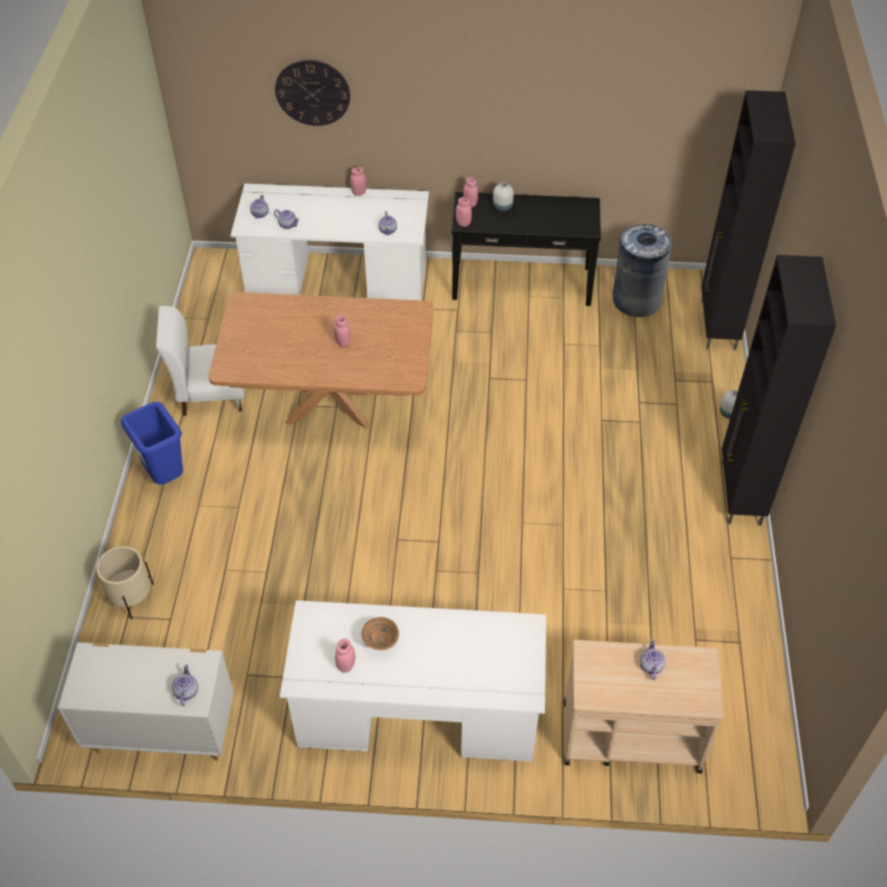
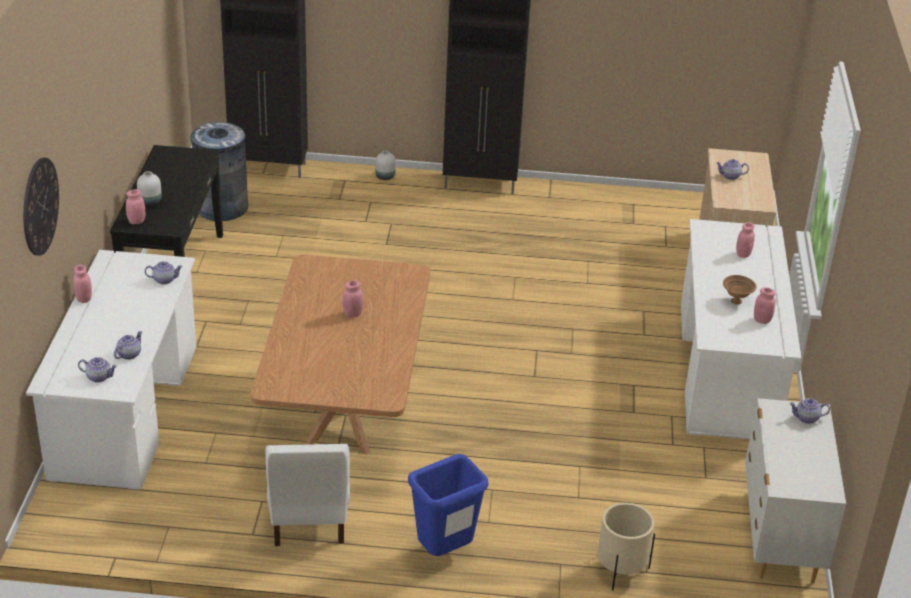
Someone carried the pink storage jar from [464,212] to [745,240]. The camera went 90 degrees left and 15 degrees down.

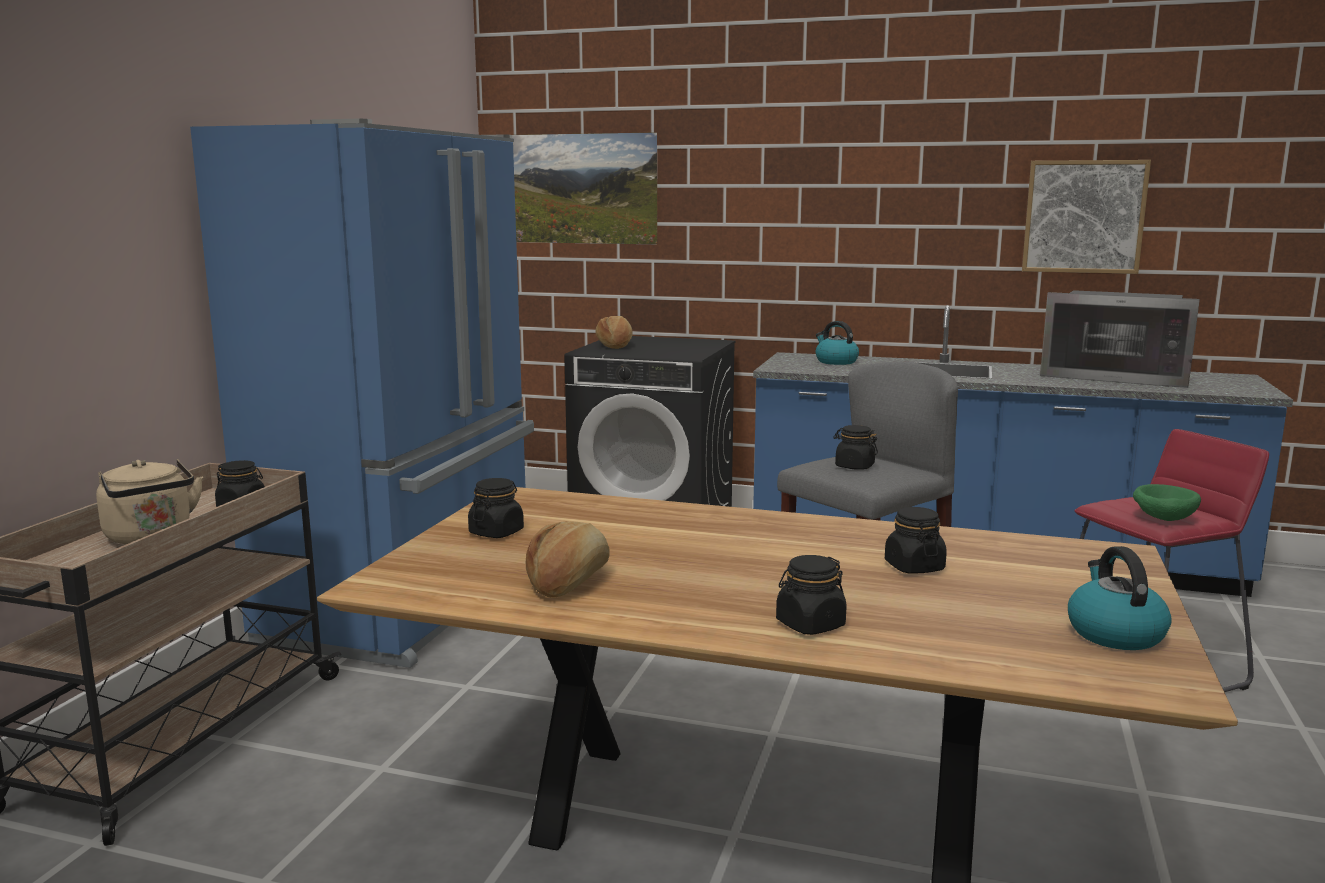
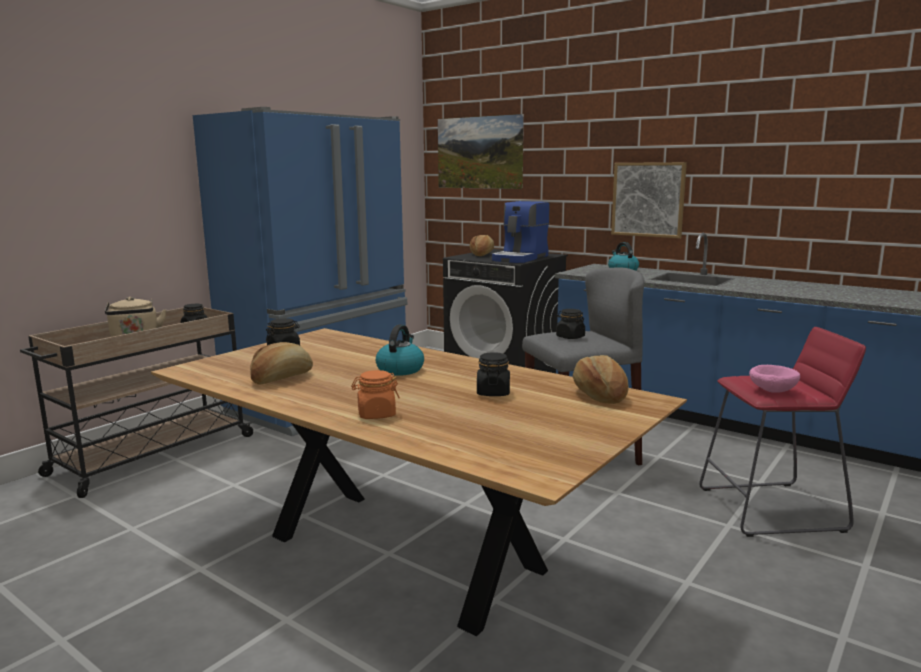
Someone repainted the black storage jar at [811,595], which became the orange-coloured storage jar at [375,394]. Someone carried the water kettle from [1120,598] to [400,350]. Someone put down the coffee brewer at [520,232]. Someone put down the bread at [601,379]. Someone carried the wall picture from [1086,217] to [649,200]. Someone repainted the greenish bowl at [1167,502], which became the pink bowl at [774,379]. Someone took away the kitchen microwave at [1120,339]. The camera went 20 degrees right and 0 degrees up.

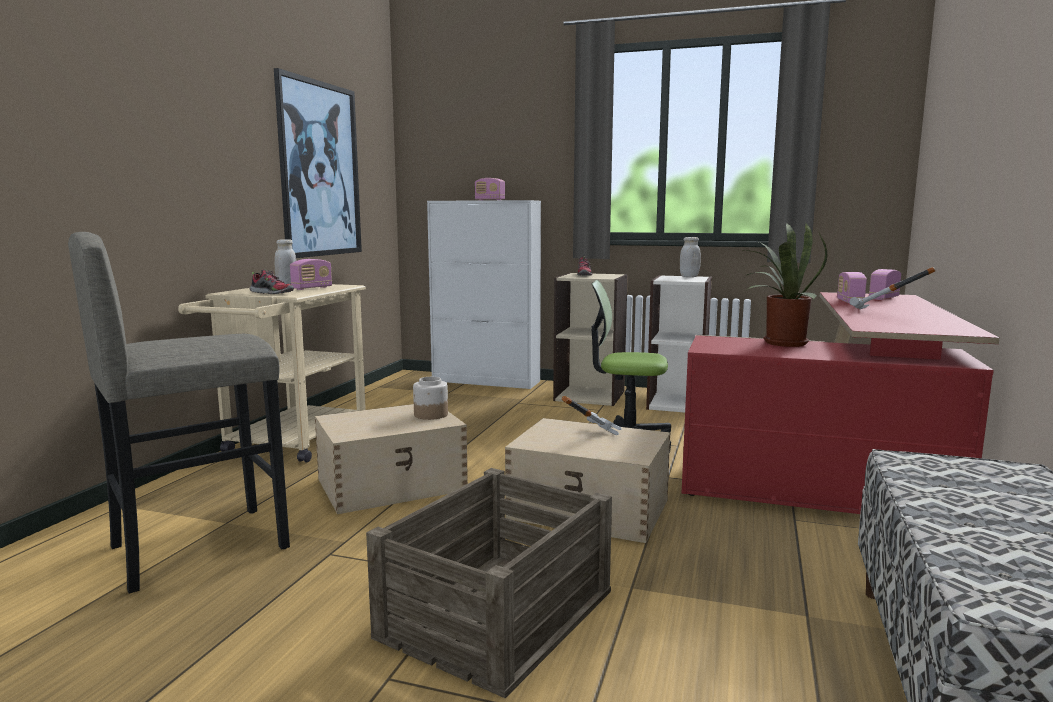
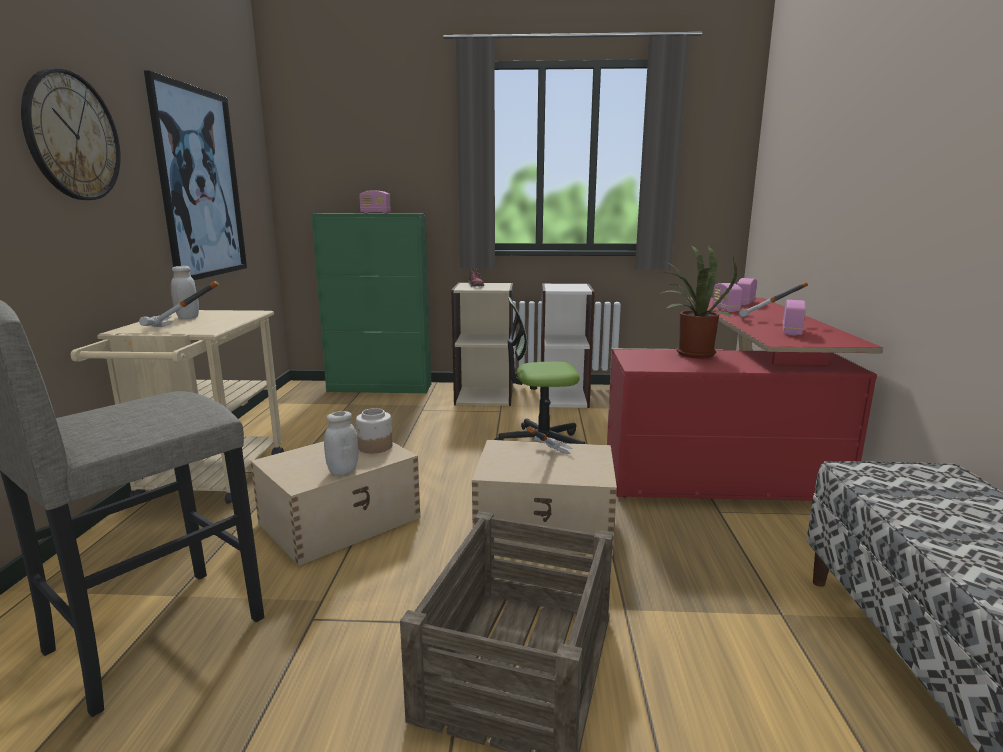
Someone put up the hanging clock at [71,134]. Someone swapped the item of footwear at [272,281] for the hand hammer at [179,304]. Someone repainted the white-coloured cupboard at [484,294], which became the greenish cupboard at [371,303]. Someone carried the white-coloured storage jar from [690,257] to [341,443]. Someone carried the radio from [311,274] to [794,317]. The camera went 15 degrees left and 5 degrees up.

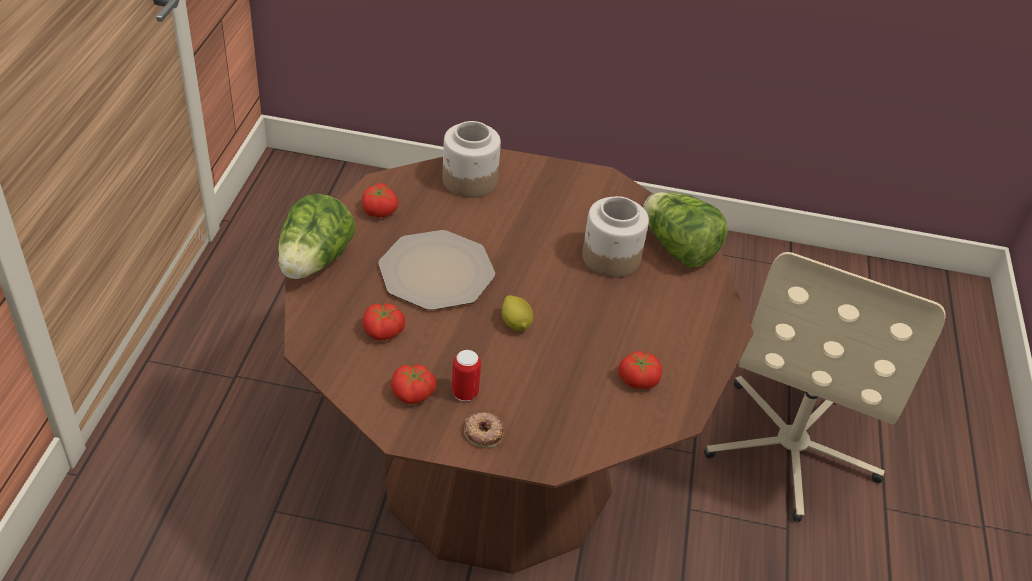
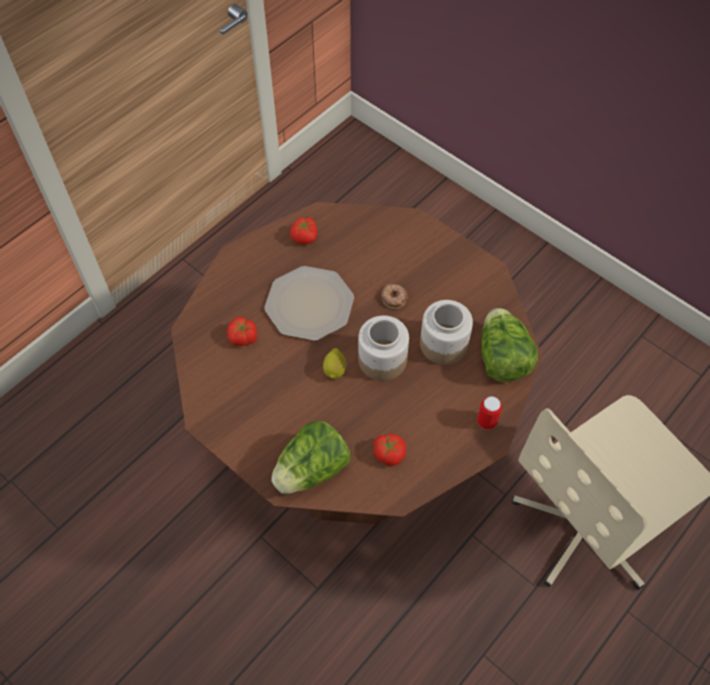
Someone carried the head of lettuce from [317,236] to [311,457]. Someone carried the storage jar from [471,159] to [383,348]. Someone carried the ring doughnut from [484,430] to [394,296]. Someone carried the can from [466,375] to [489,413]. Someone took away the fresh tomato at [413,384]. The camera went 35 degrees right and 15 degrees up.

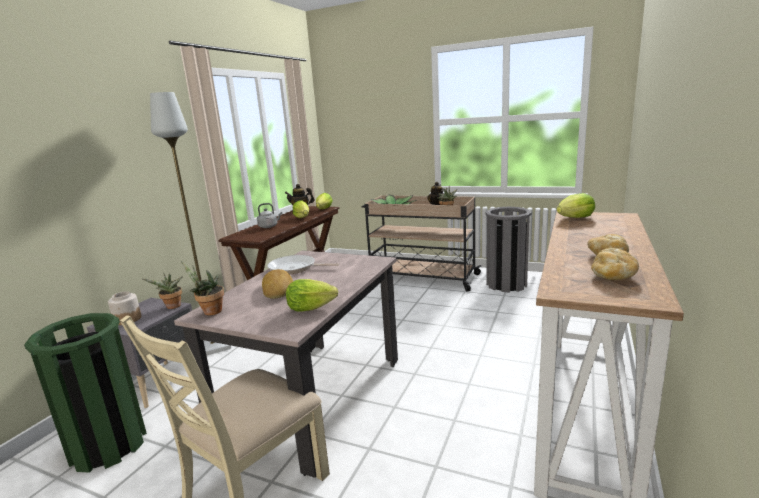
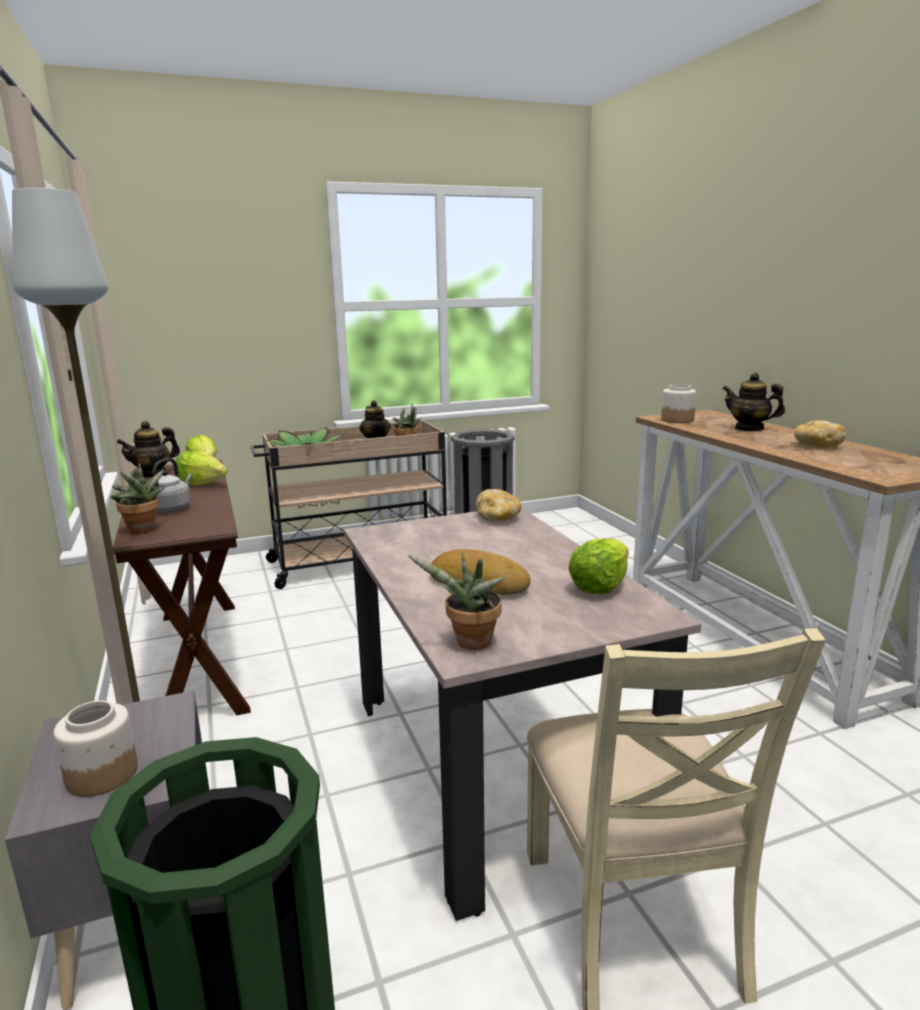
Someone carried the houseplant from [162,291] to [137,498]. Someone carried the bread from [615,264] to [499,505]. Someone swapped the head of lettuce at [576,205] for the storage jar at [678,403]. Someone put down the tea pot at [753,402]. Someone took away the skillet at [303,264]. The camera went 45 degrees left and 0 degrees up.

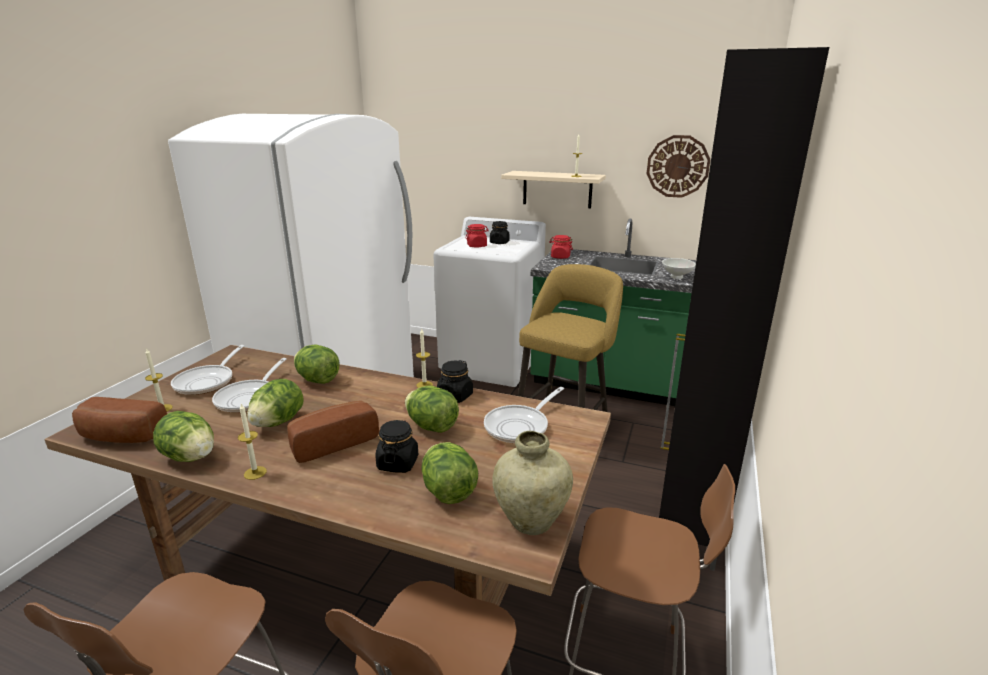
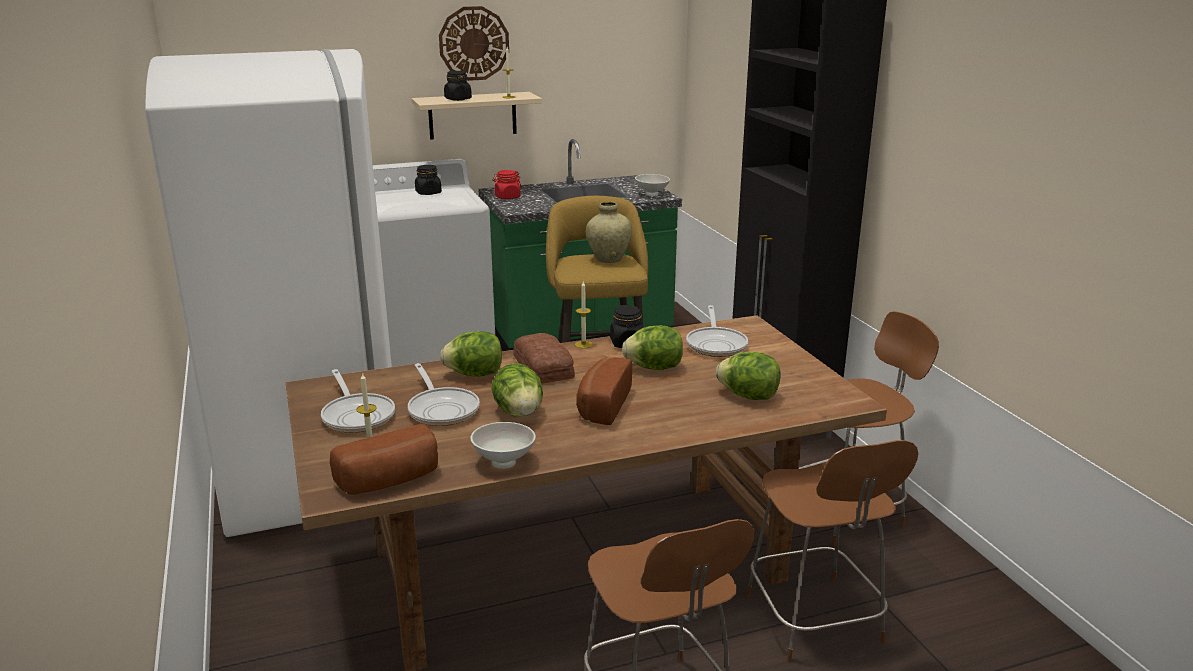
Someone carried the hanging clock from [679,166] to [474,43]. Someone carried the black storage jar from [396,446] to [458,86]. Someone swapped the head of lettuce at [183,436] for the white-coloured bowl at [503,445]. Someone put down the bread at [544,358]. Someone carried the beige flower vase from [532,483] to [609,232]. Someone took away the wax light at [252,442]. Someone took away the red-coloured storage jar at [477,236]. The camera went 40 degrees left and 0 degrees up.

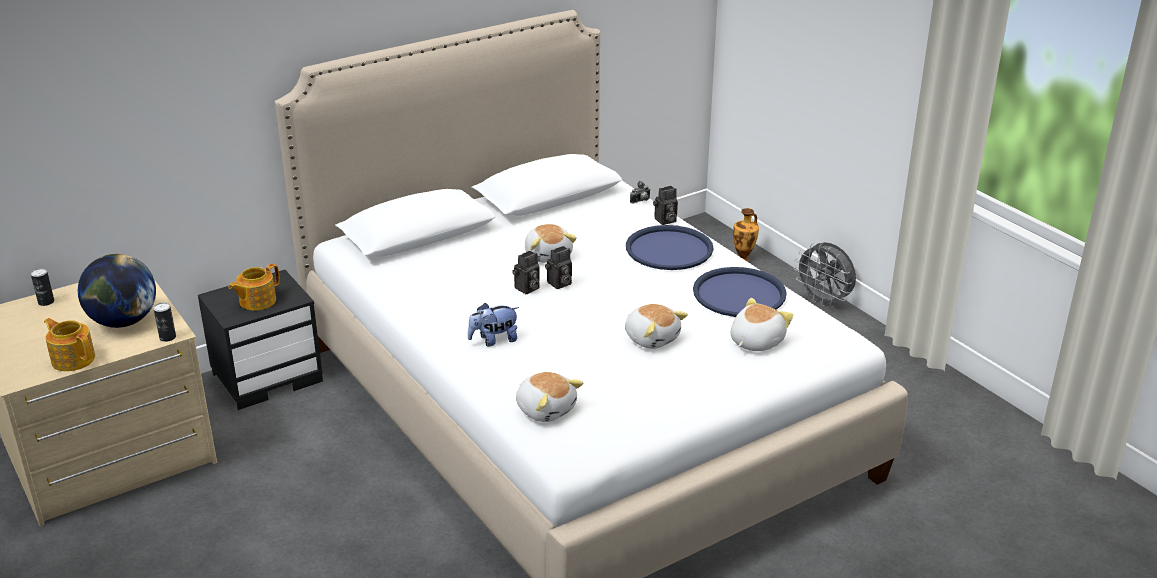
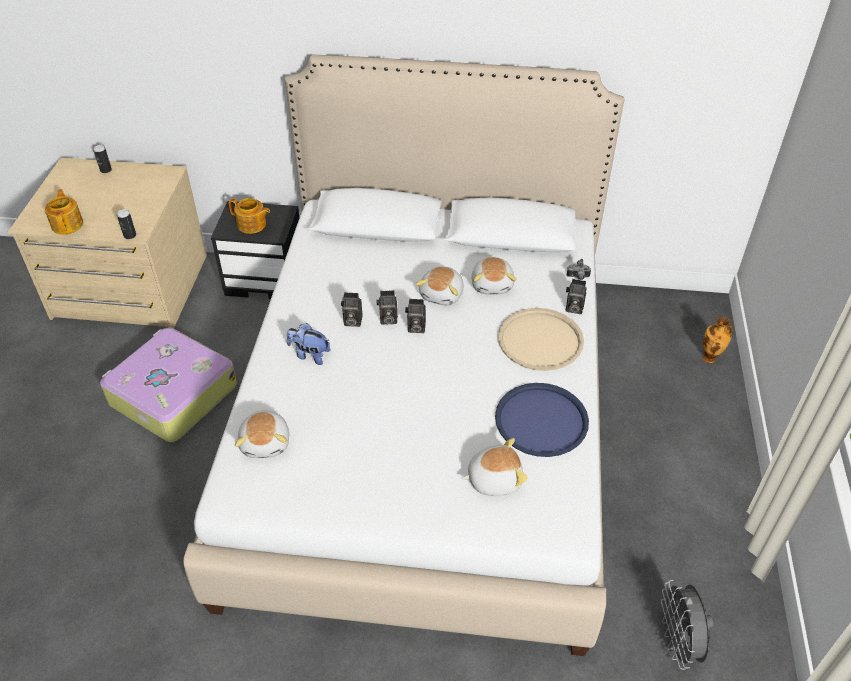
Someone put down the piece of luggage at [168,385]. Someone rotated the tea pot at [254,287] by 150 degrees counterclockwise. Someone put down the still camera at [352,309]. Someone carried the cuddly toy from [656,326] to [493,276]. Someone repainted the blue-coloured tray at [669,247], which became the beige tray at [541,339]. Someone carried the grey electric fan from [825,275] to [687,625]. Someone took away the desk globe at [117,291]. The camera went 40 degrees right and 15 degrees up.

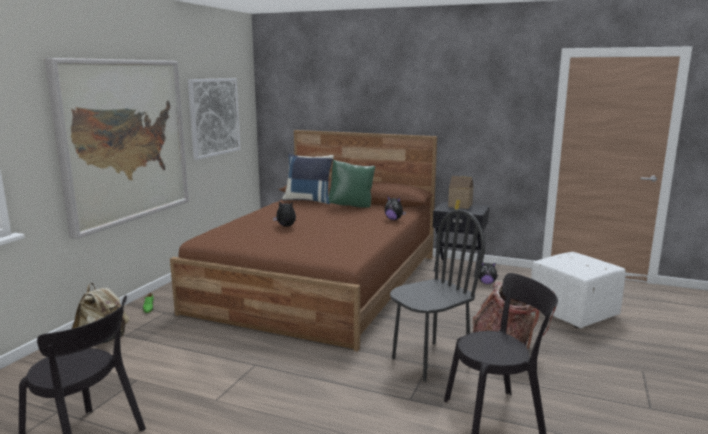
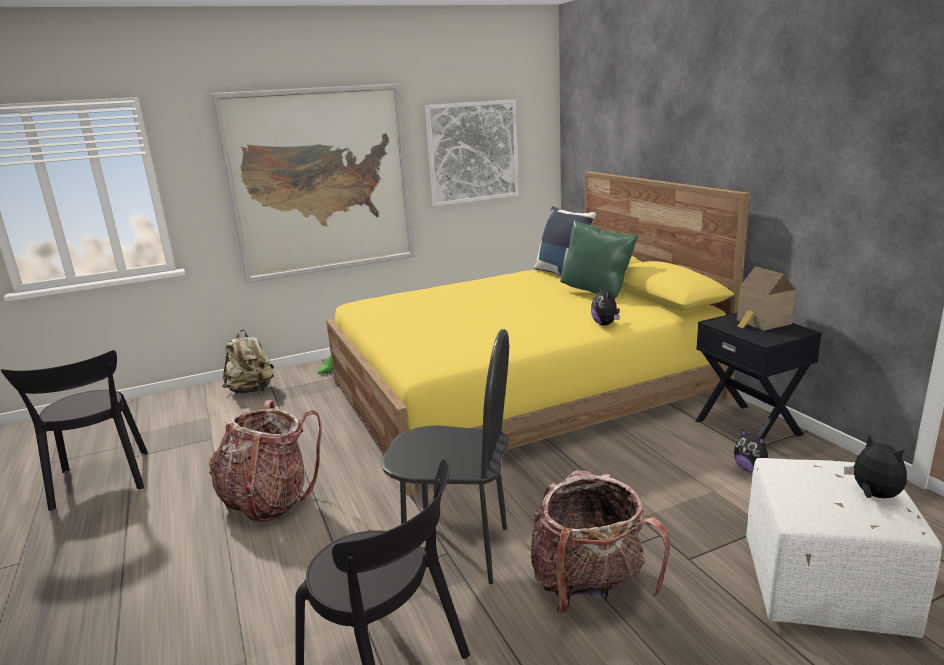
Someone put down the backpack at [265,462]. Someone repainted the brown bedroom bed at [303,241], which became the yellow bedroom bed at [538,333]. Someone carried the cuddly toy from [284,214] to [875,466]. The camera went 45 degrees right and 5 degrees up.

